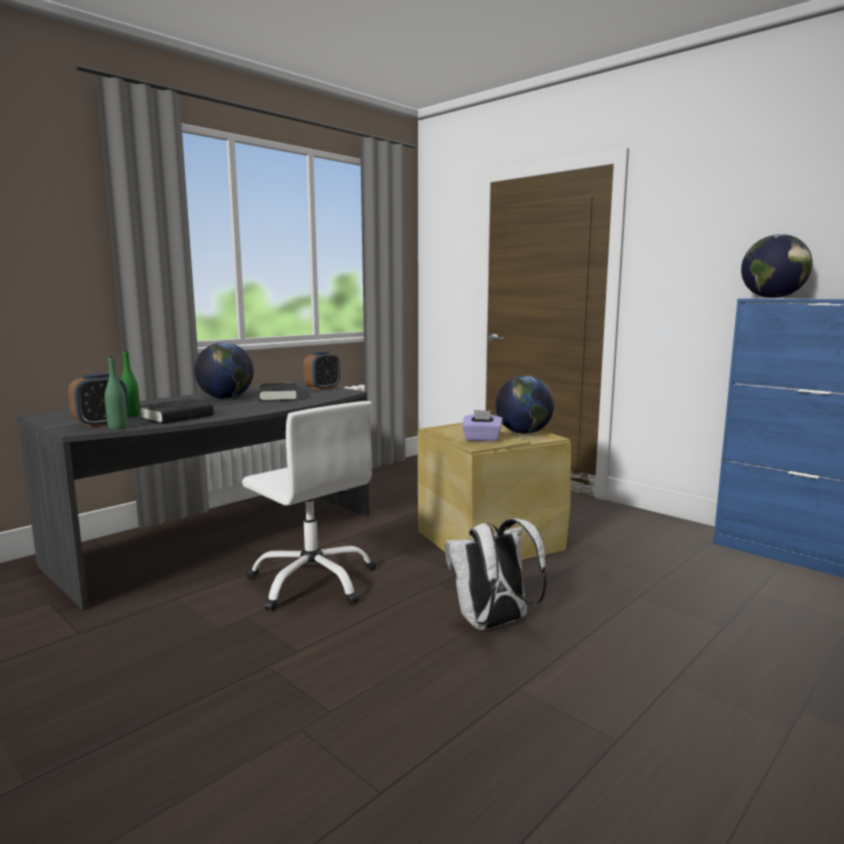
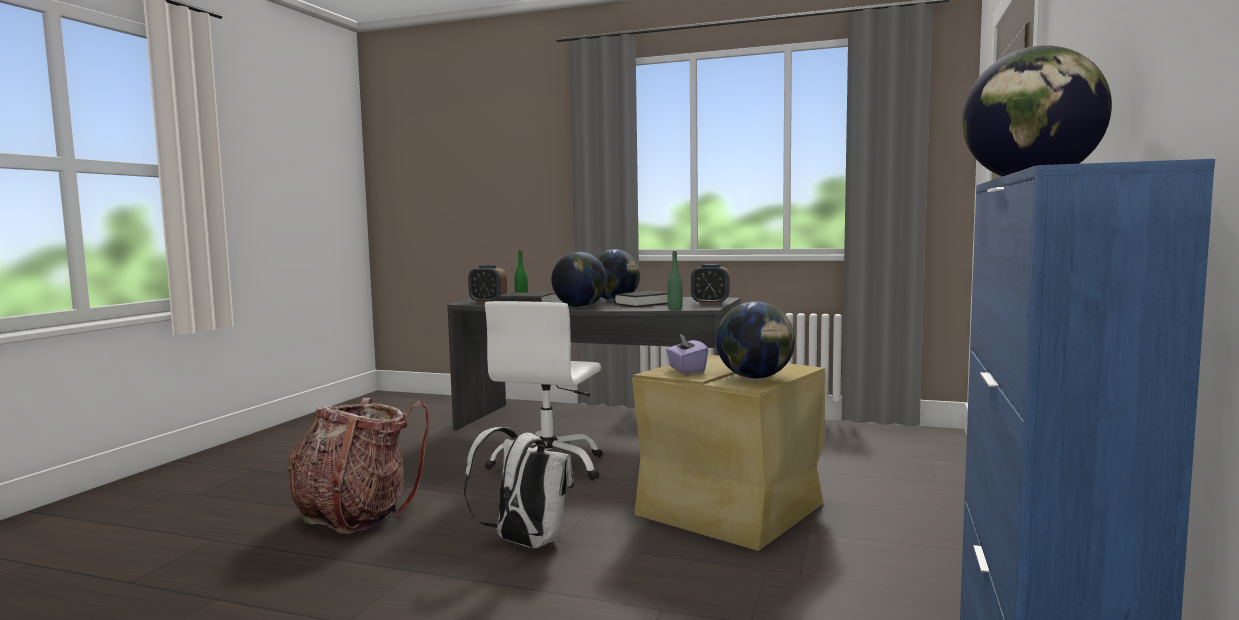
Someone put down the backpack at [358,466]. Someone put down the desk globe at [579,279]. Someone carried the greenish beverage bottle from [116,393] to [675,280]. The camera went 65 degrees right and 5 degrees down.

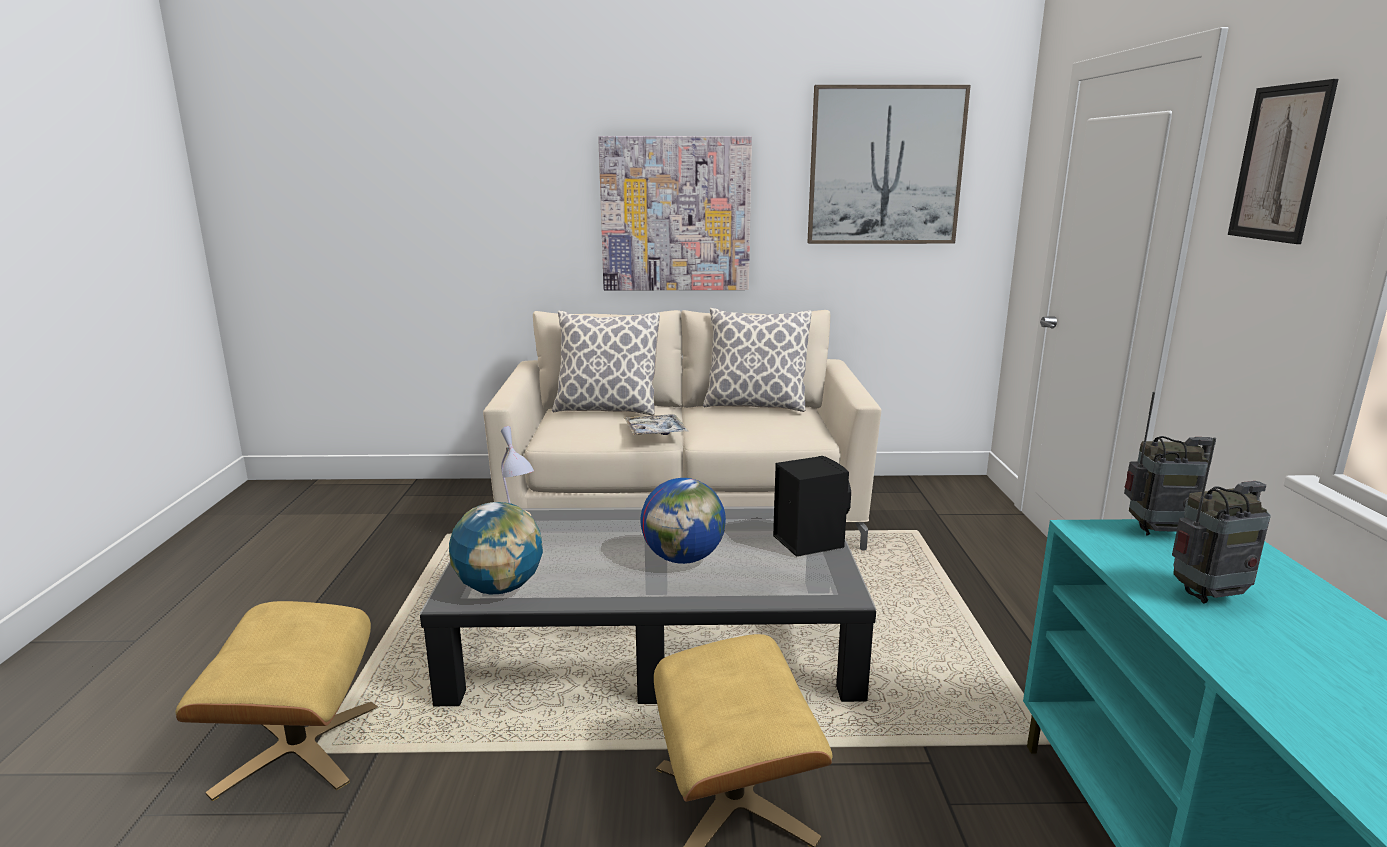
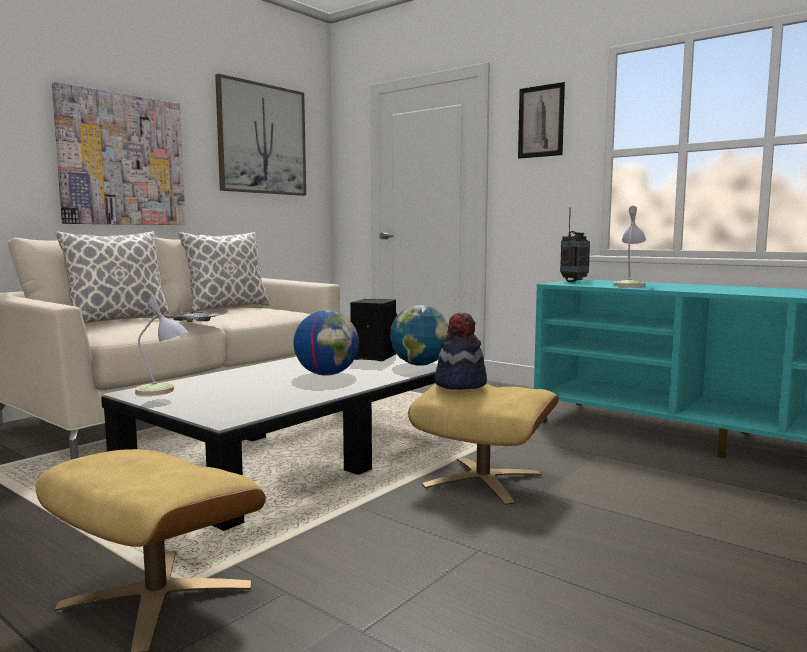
Someone carried the desk globe from [496,548] to [419,335]. Someone put down the clothing hat at [460,351]. Someone swapped the radio at [1221,520] for the tabletop lamp at [629,246]. The camera went 50 degrees left and 10 degrees down.

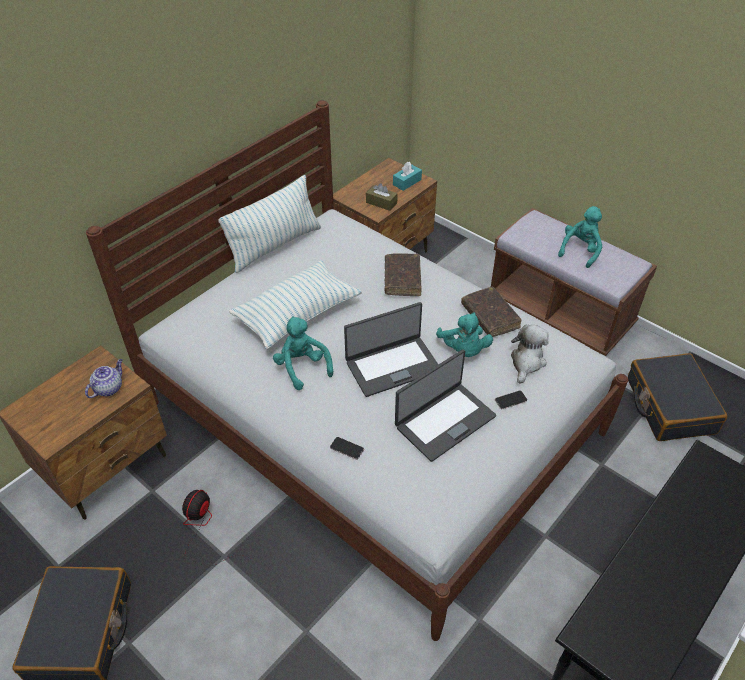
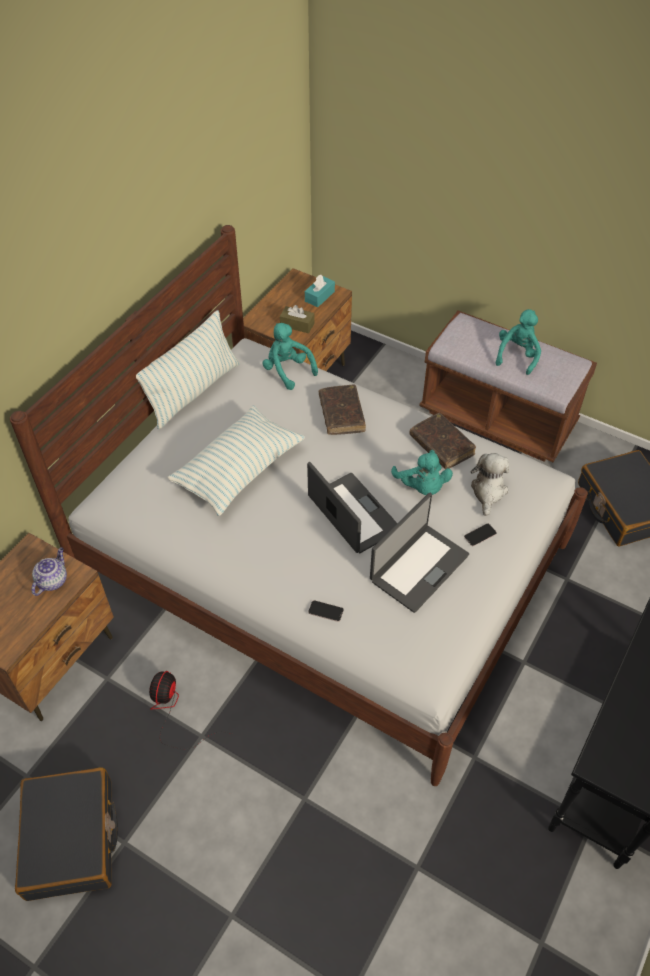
Someone carried the turquoise-coloured cuddly toy from [303,353] to [290,356]. Someone rotated the laptop at [391,349] by 90 degrees counterclockwise. The camera went 10 degrees left and 5 degrees up.

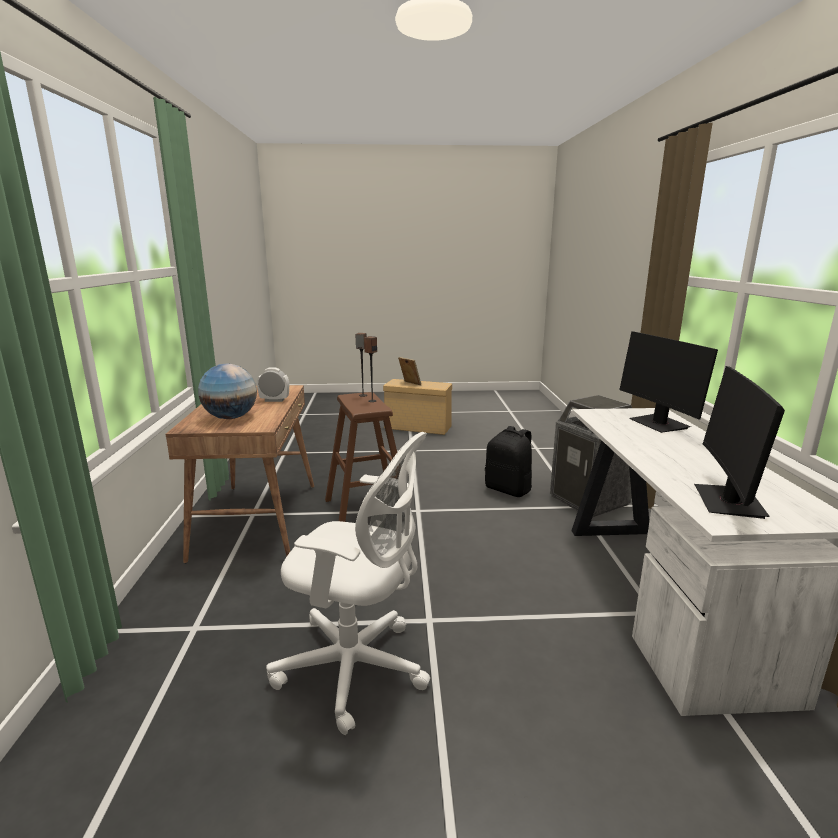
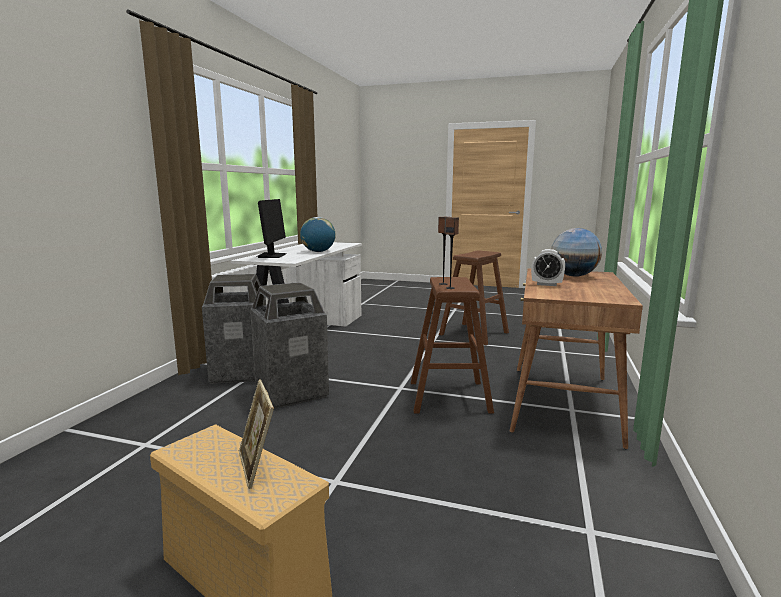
Someone swapped the black backpack at [508,461] for the rubbish bin at [289,345]. Someone put down the desk globe at [318,234]. Someone swapped the white-coloured office chair at [348,583] for the brown sitting stool at [474,298]. Someone took away the monitor at [739,442]. The camera went 160 degrees left and 5 degrees down.

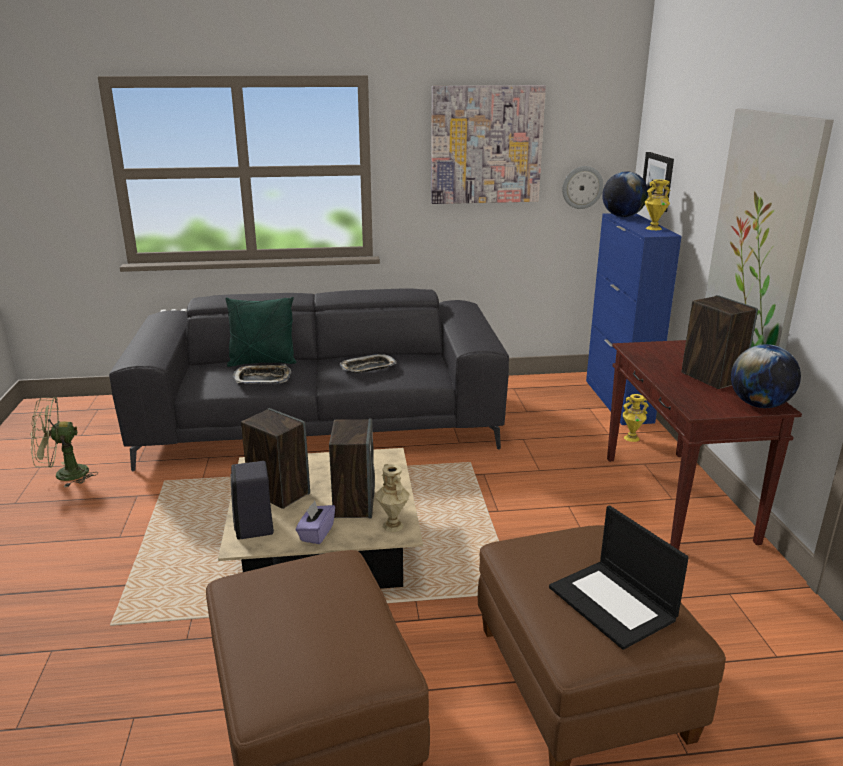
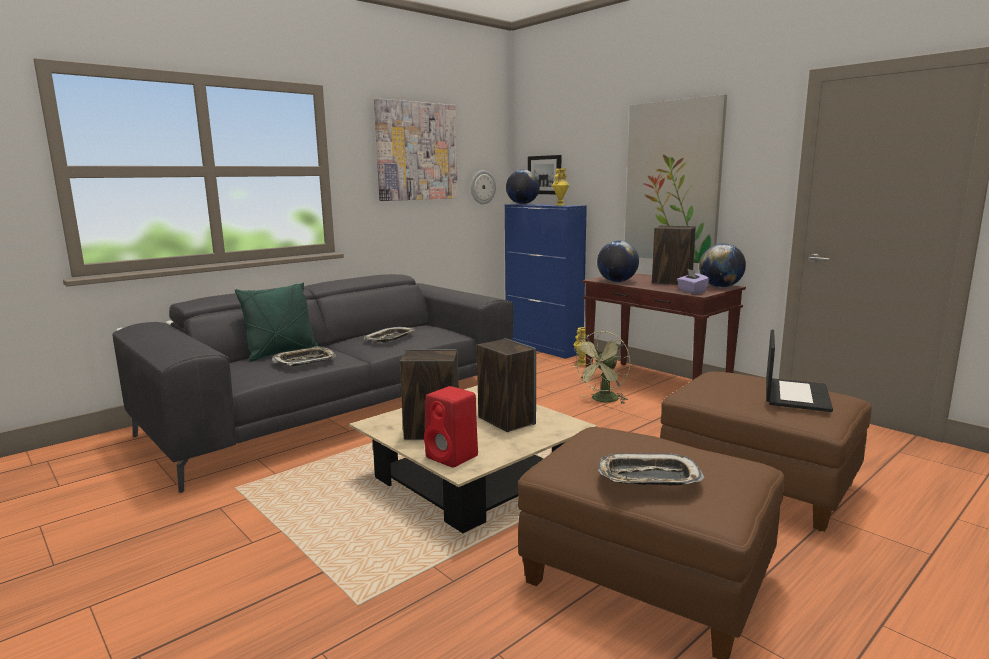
Someone repainted the black audio speaker at [252,500], which became the red-coloured audio speaker at [451,427]. Someone carried the greenish electric fan from [64,442] to [601,367]. Someone put down the desk globe at [618,261]. Someone put down the tray at [651,469]. Someone carried the purple tissue holder from [315,522] to [693,281]. Someone rotated the laptop at [619,578] by 90 degrees counterclockwise. Someone took away the beige flower vase at [393,498]. The camera went 35 degrees left and 10 degrees down.

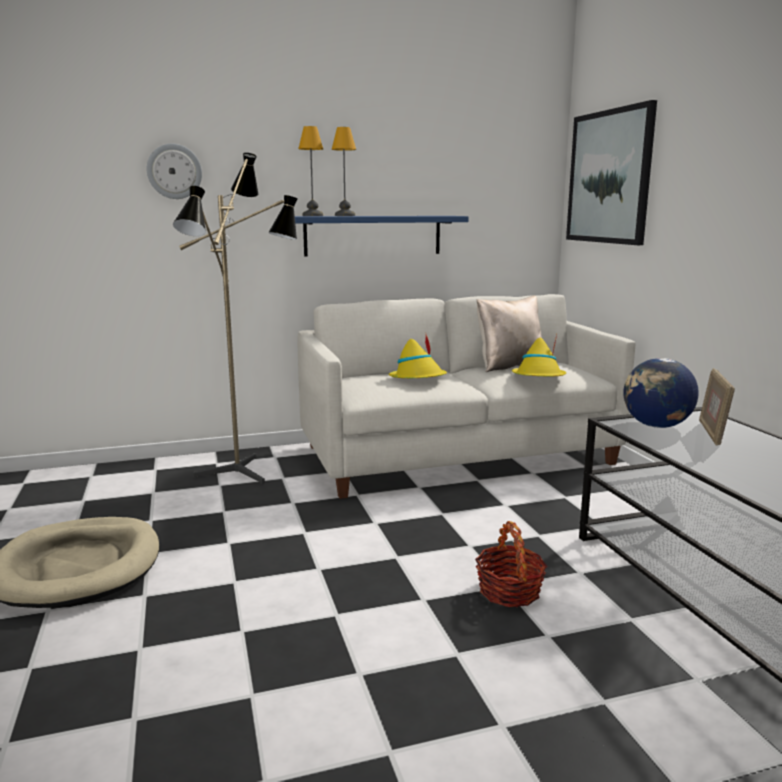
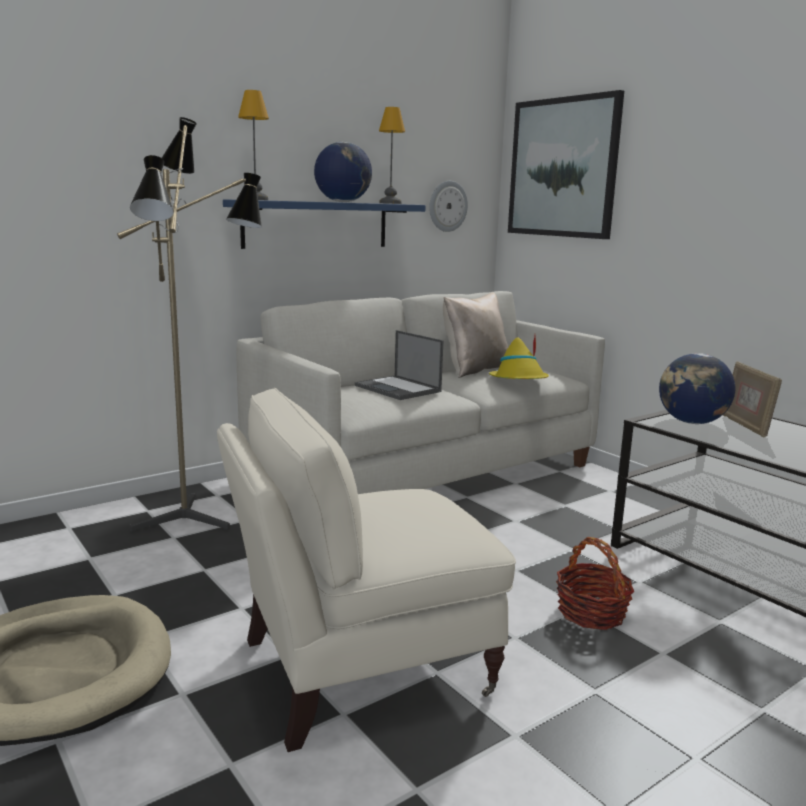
Someone put down the beige armchair at [366,570]. Someone put down the desk globe at [343,172]. Someone swapped the yellow clothing hat at [418,356] for the laptop at [399,365]. Someone carried the tabletop lamp from [344,171] to [392,155]. Someone carried the hanging clock from [174,171] to [448,206]. The camera went 20 degrees left and 0 degrees up.

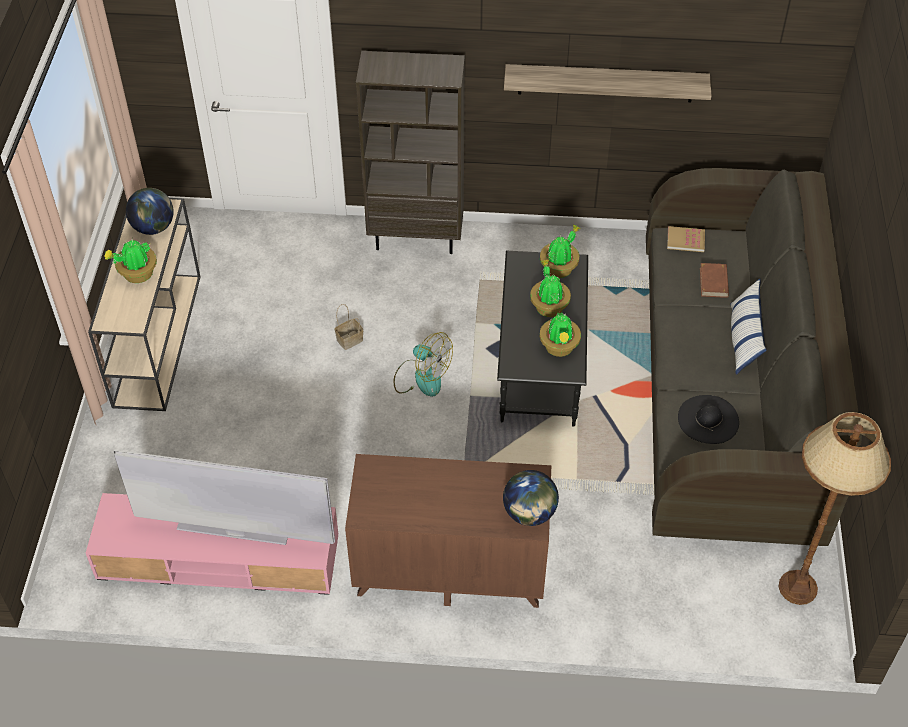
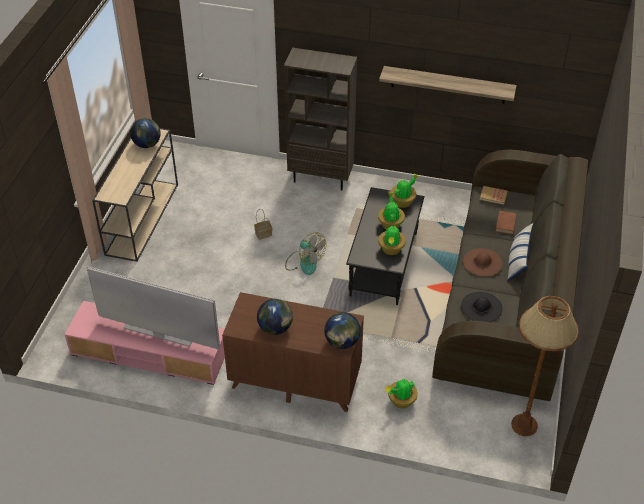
Someone put down the desk globe at [275,317]. Someone carried the houseplant from [130,261] to [401,394]. Someone put down the brown clothing hat at [483,262]. The camera went 10 degrees right and 5 degrees down.

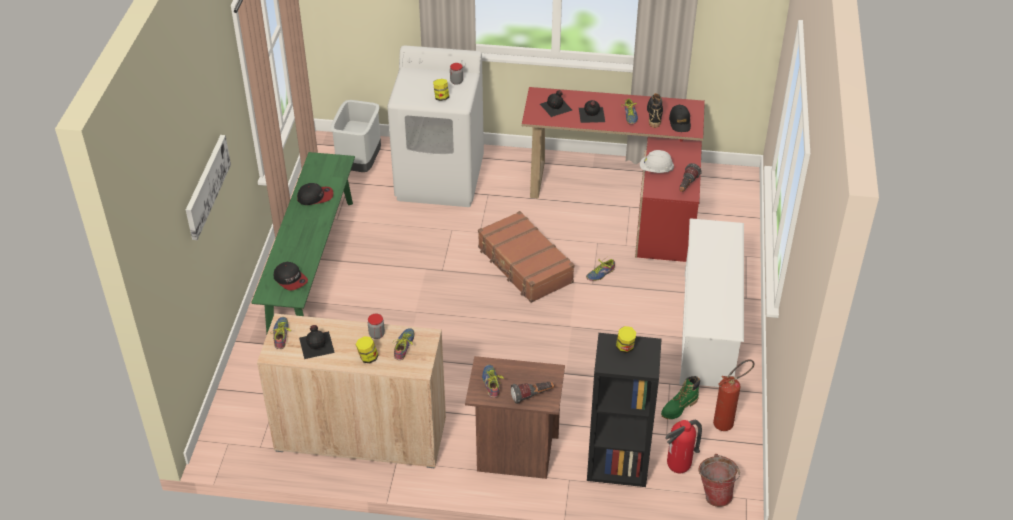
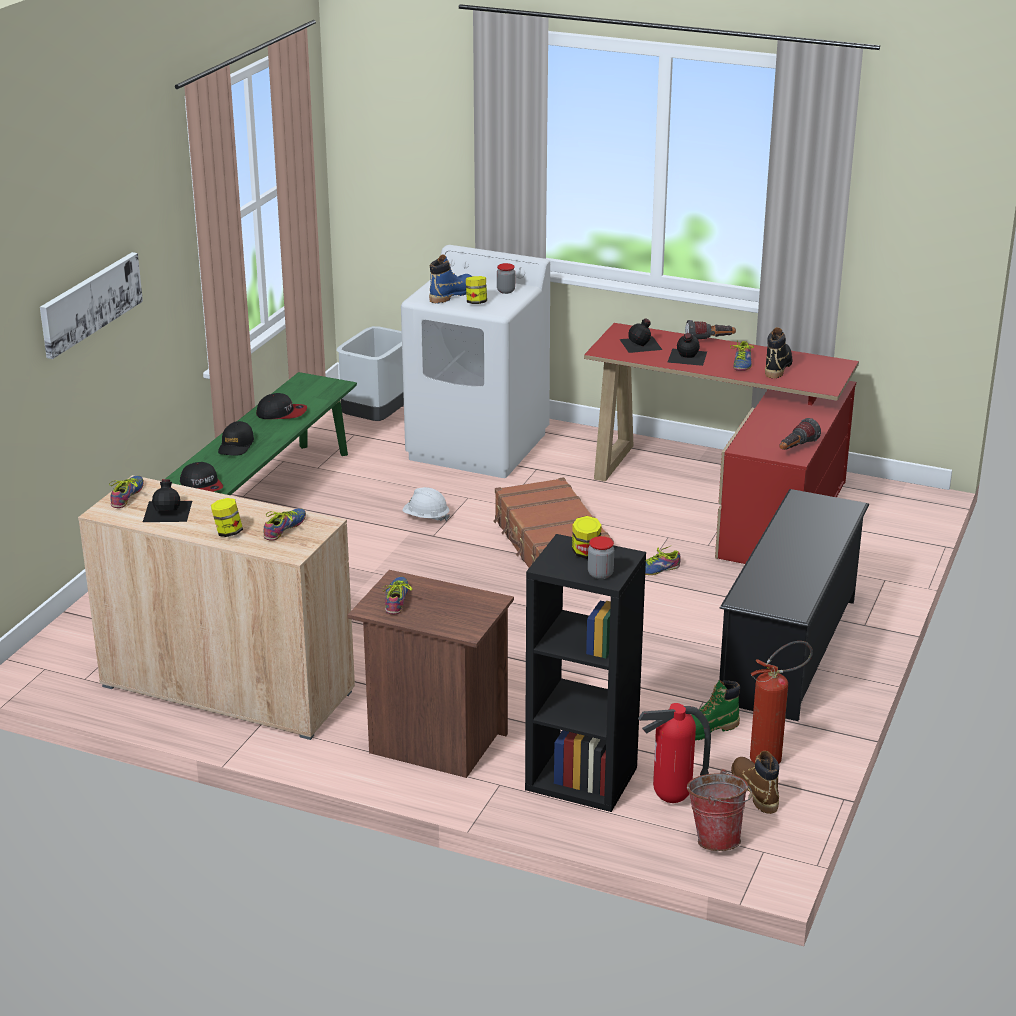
Someone carried the black baseball cap from [680,118] to [236,438]. Someone carried the white-coloured hard hat from [657,161] to [426,504]. Someone put down the blue-coloured tall boot at [450,278]. Someone carried the storage jar from [376,326] to [601,557]. Someone carried the hand torch from [533,393] to [710,329]. Someone repainted the white-coloured shoe shelf at [711,302], which became the black shoe shelf at [794,605]. Someone put down the brown tall boot at [755,782]. The camera went 15 degrees right and 15 degrees down.

